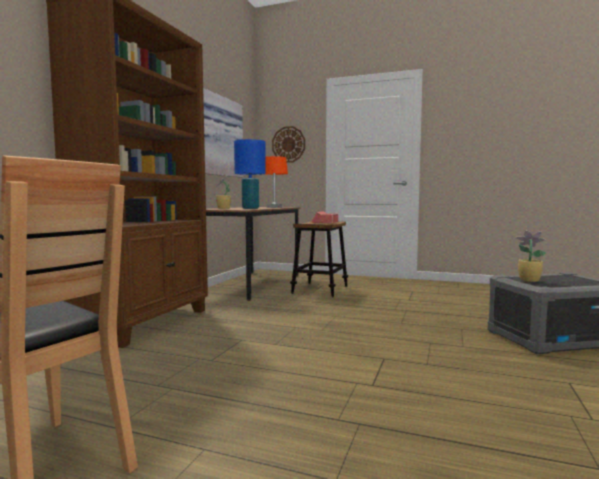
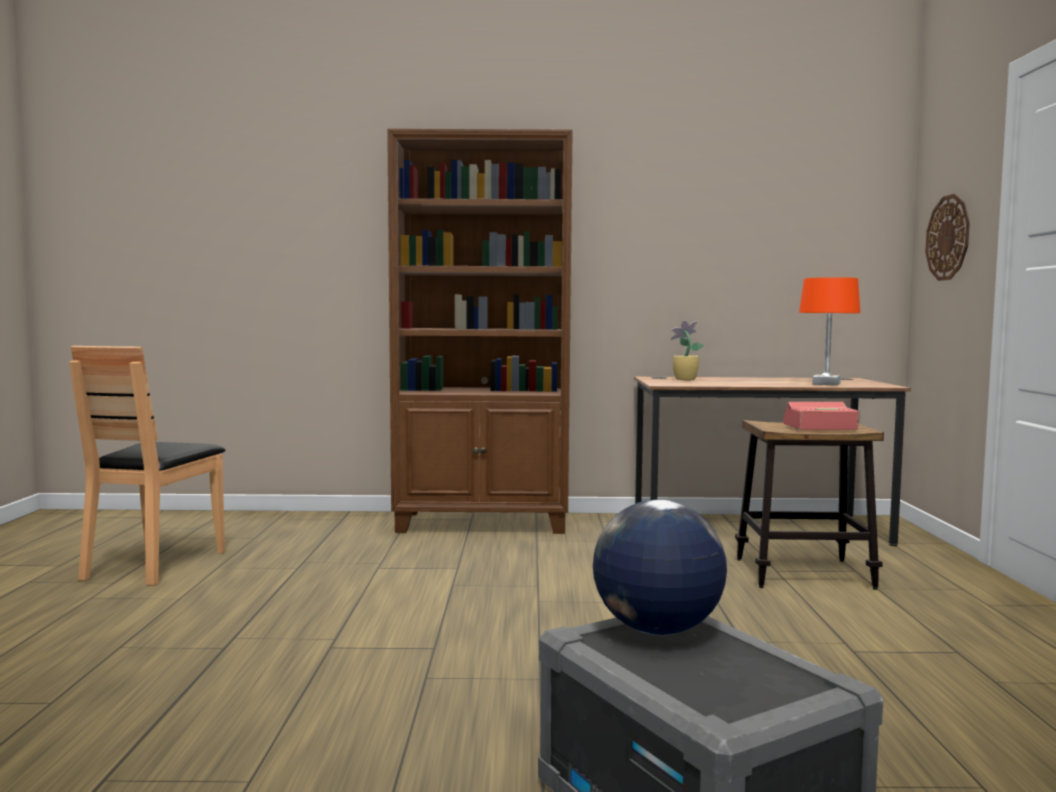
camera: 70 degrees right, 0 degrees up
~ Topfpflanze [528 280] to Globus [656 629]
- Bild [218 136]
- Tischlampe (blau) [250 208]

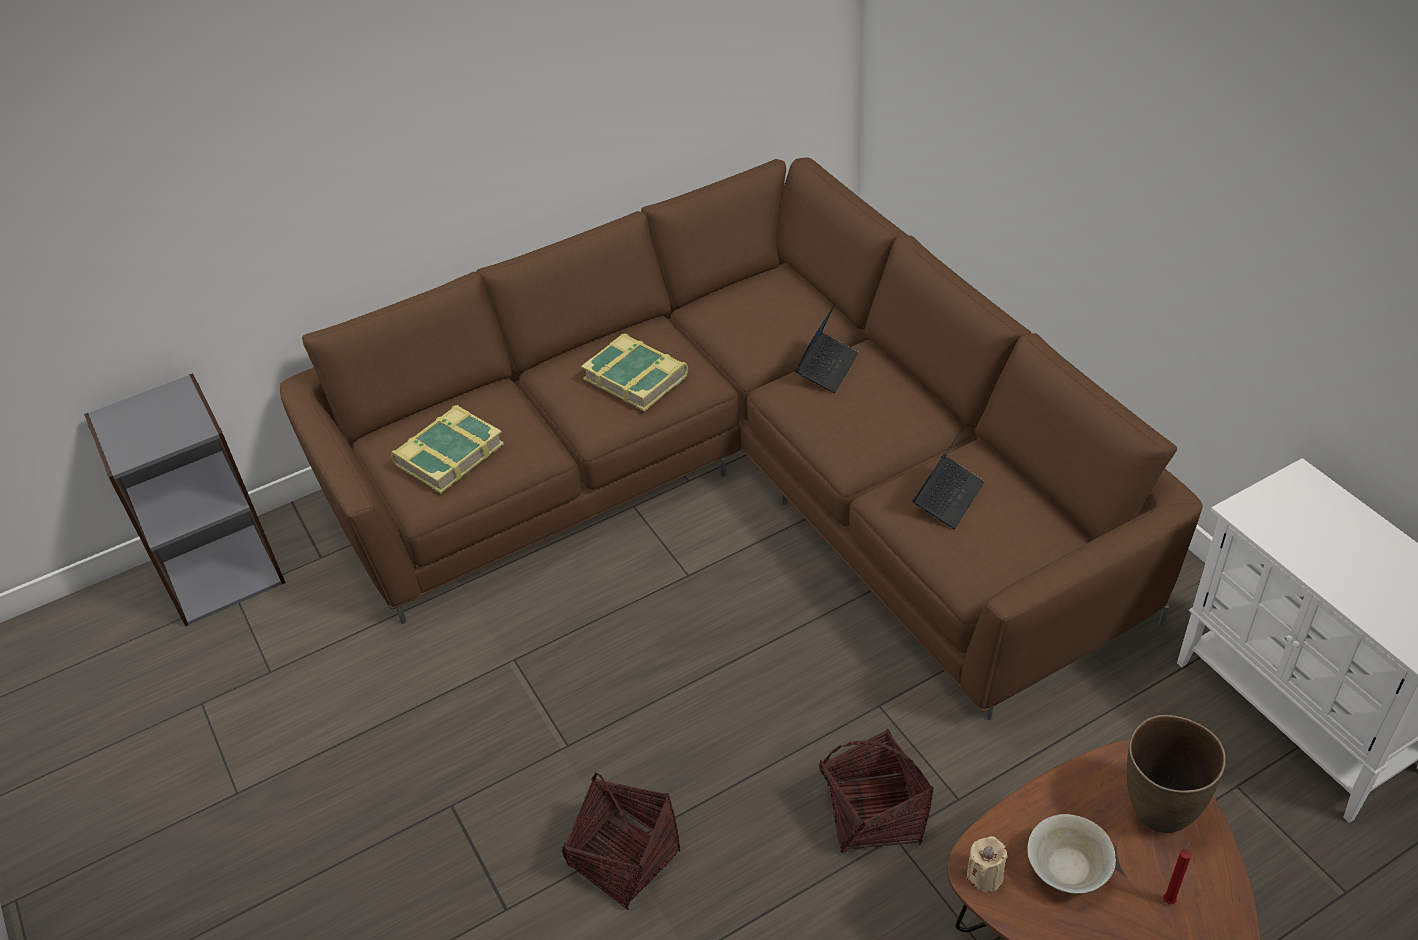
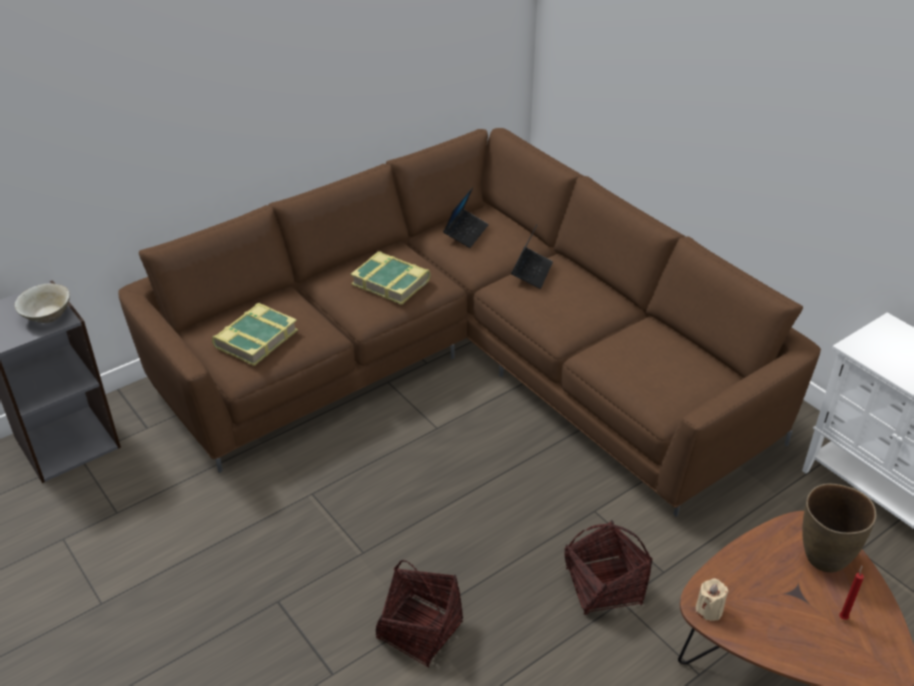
camera: 10 degrees left, 5 degrees down
~ Schüssel (beige) [1067 869] to [47 316]
~ Laptop [948 497] to [466 233]

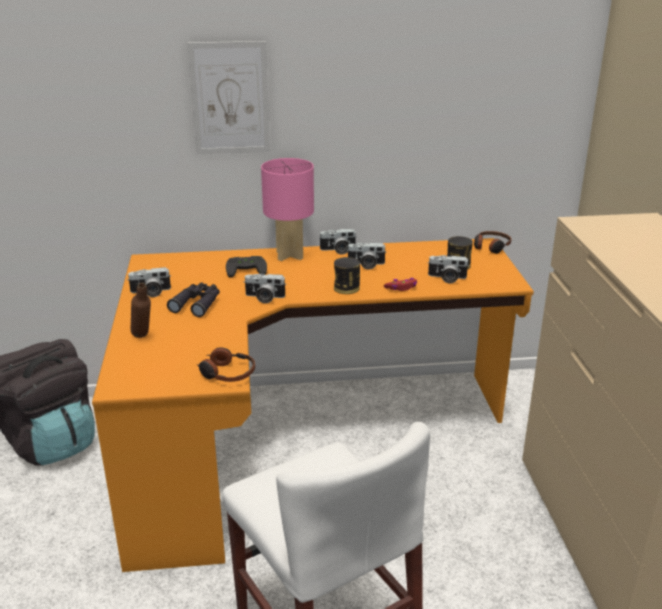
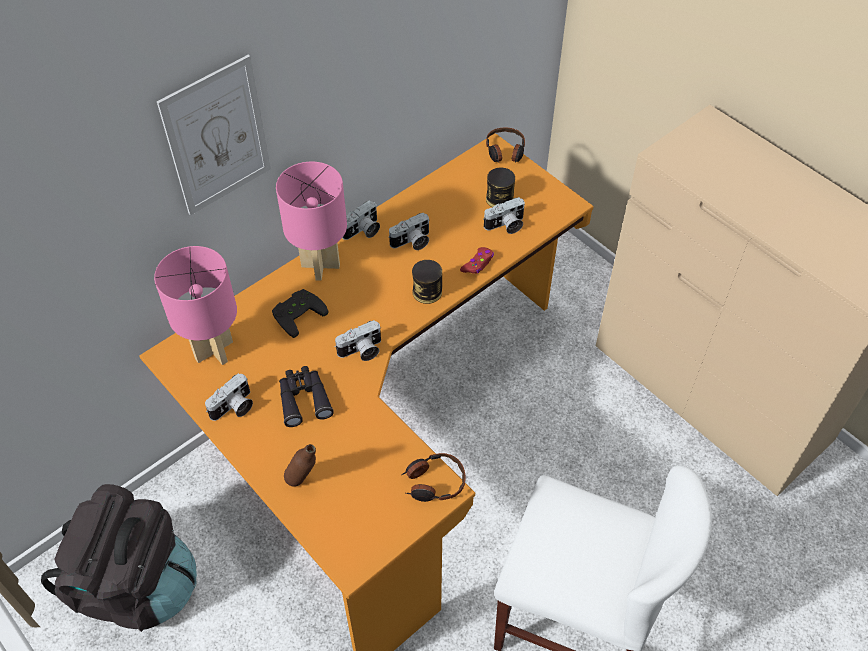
camera: 35 degrees left, 25 degrees up
+ Tischlampe (rosa) [215 351]

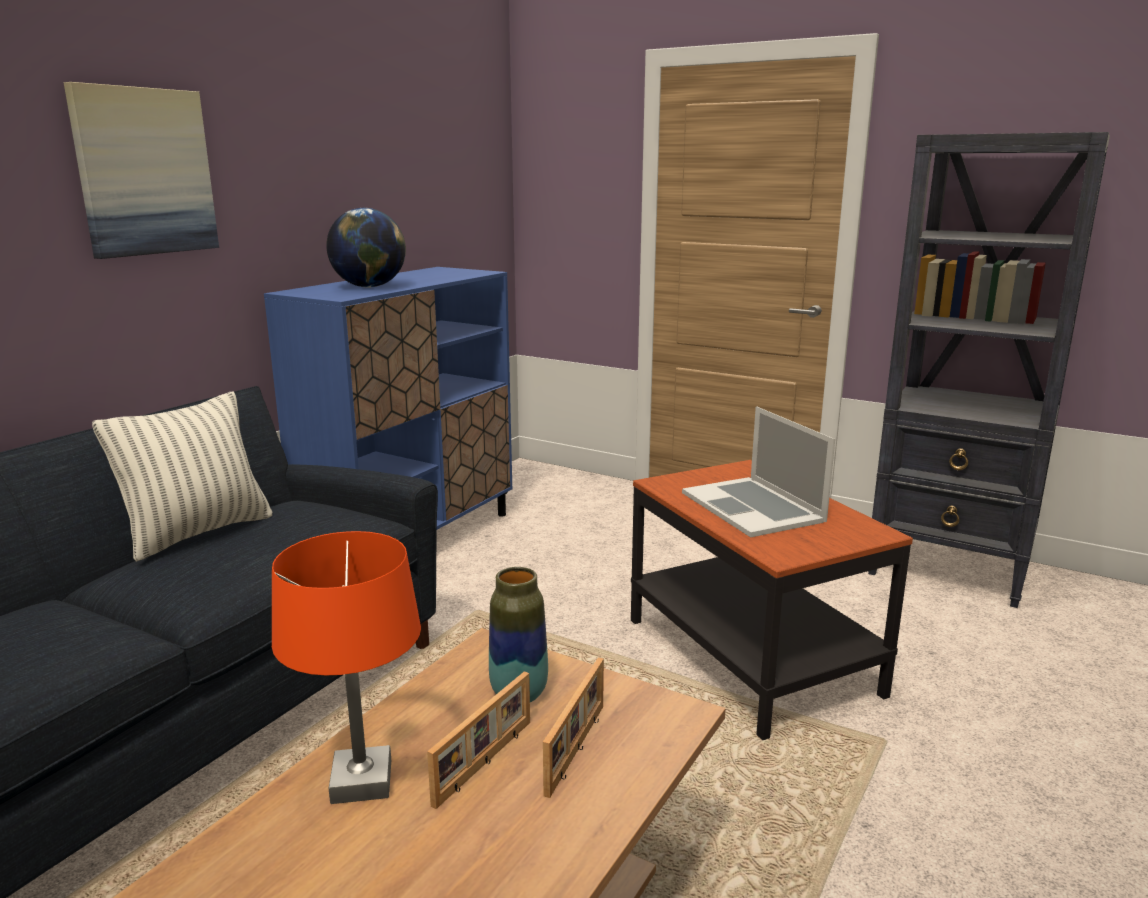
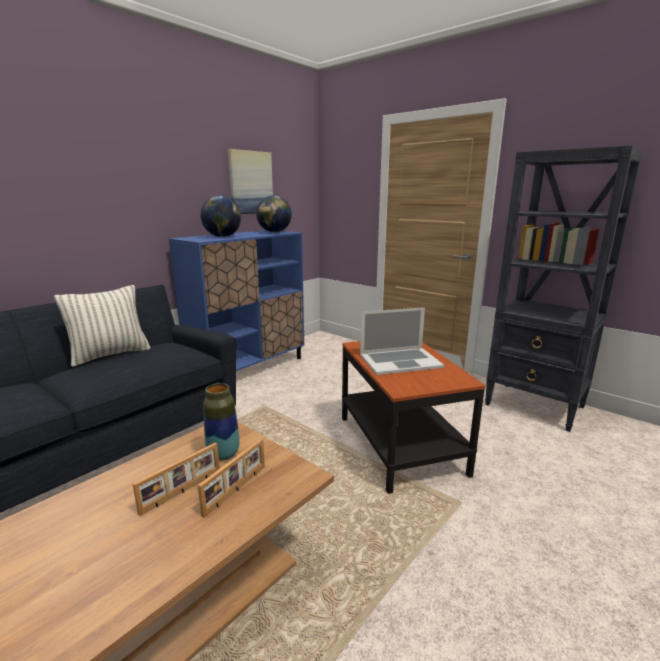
camera: 10 degrees right, 0 degrees up
~ Bild [144 172] to [250 182]
+ Globus [274 232]
~ Laptop [753 507] = [400 361] 90 degrees counterclockwise
- Tischlampe (orange) [362 782]

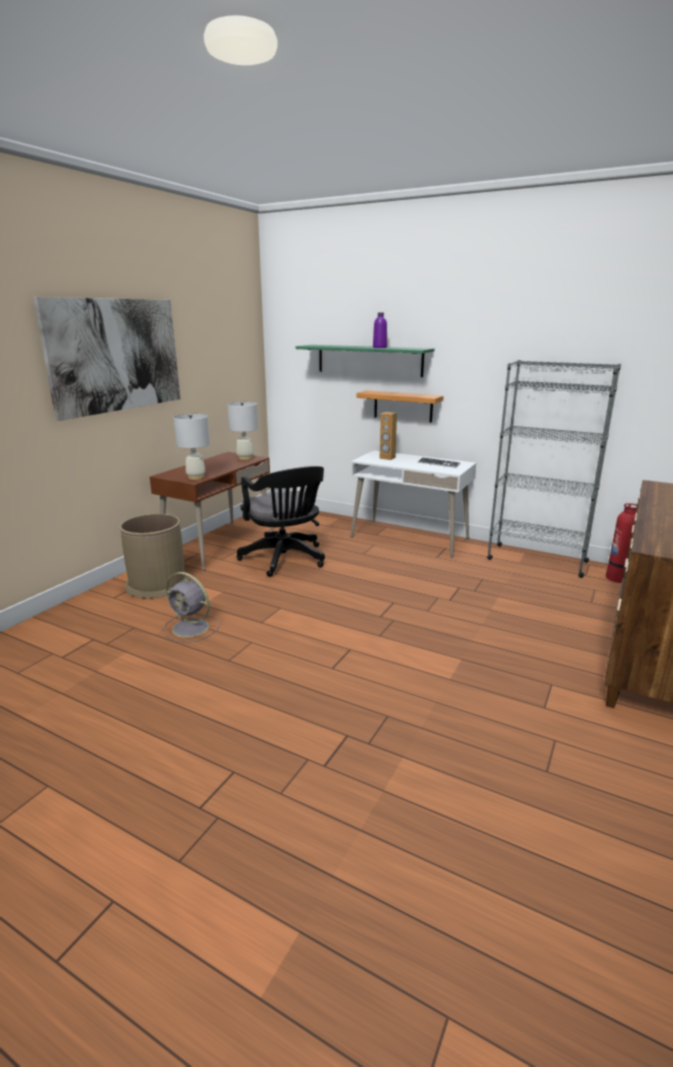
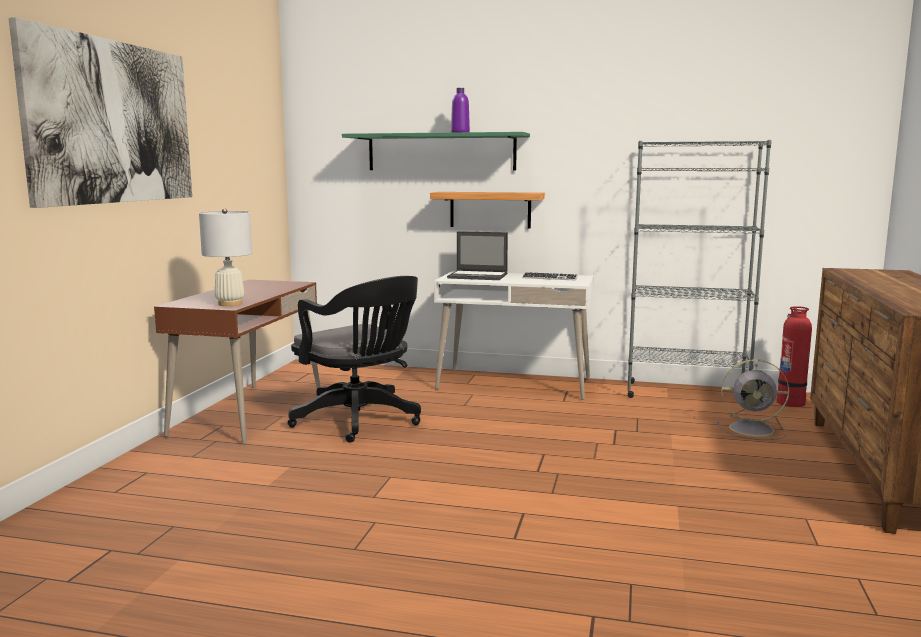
camera: 15 degrees left, 10 degrees down
~ Lautsprecher (braun) [387 458] to Laptop [478 276]
~ Ventilator (grau) [192 628] to [753 429]
- Mülleimer (braun) [158 583]
- Tischlampe (weiß) [245 458]

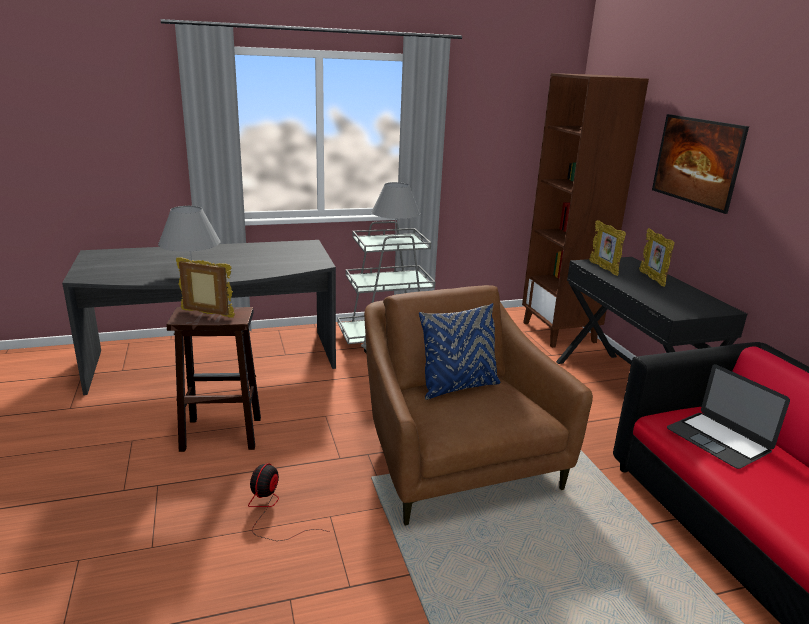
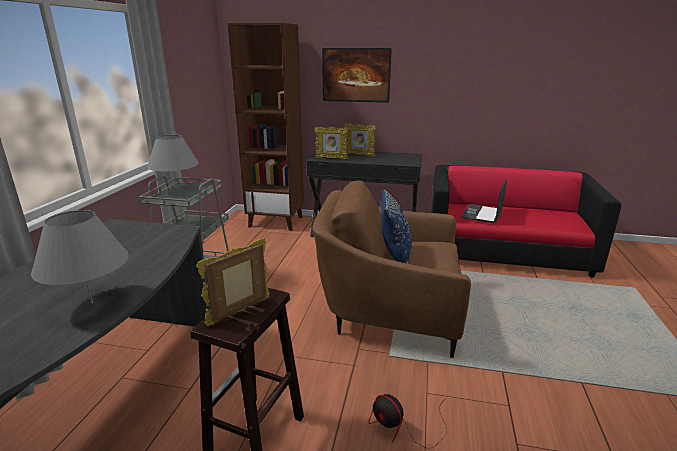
camera: 60 degrees left, 0 degrees up
~ Laptop [718 439] = [482 214] 120 degrees clockwise

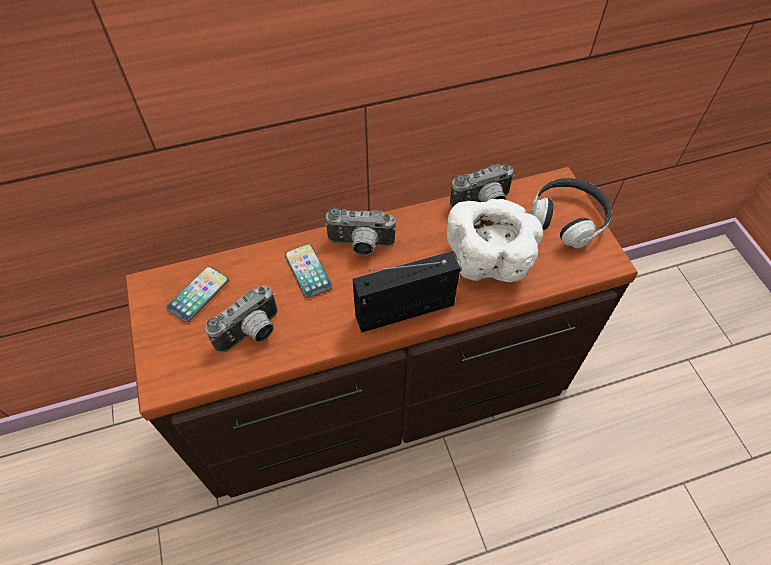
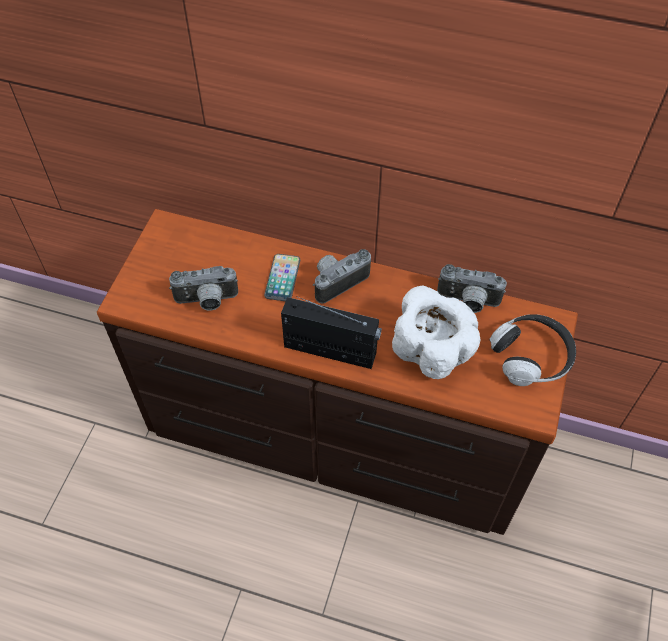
camera: 35 degrees right, 0 degrees up
~ Kamera [360 246] = [337 281] 105 degrees clockwise
- Handy [198 294]

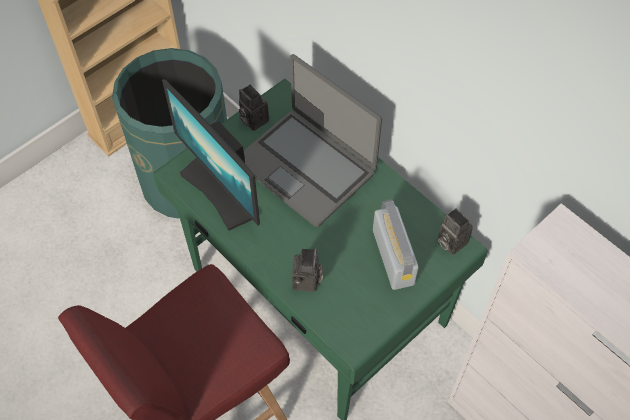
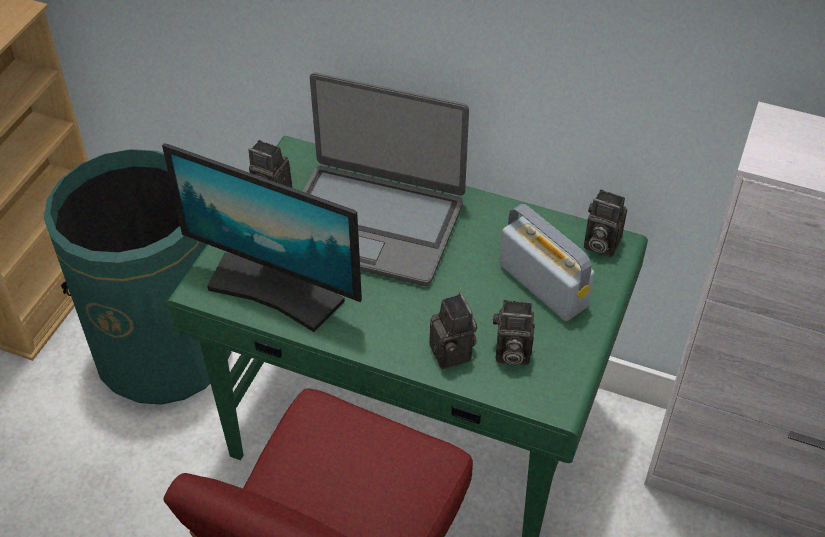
camera: 25 degrees left, 10 degrees down
+ Kamera [510 353]

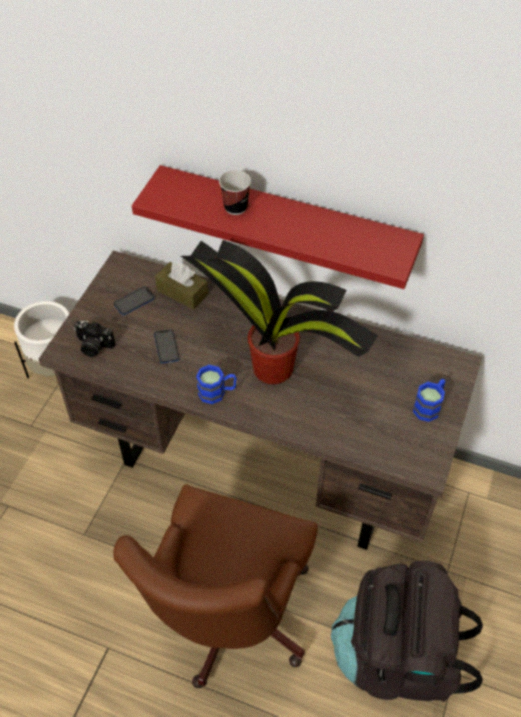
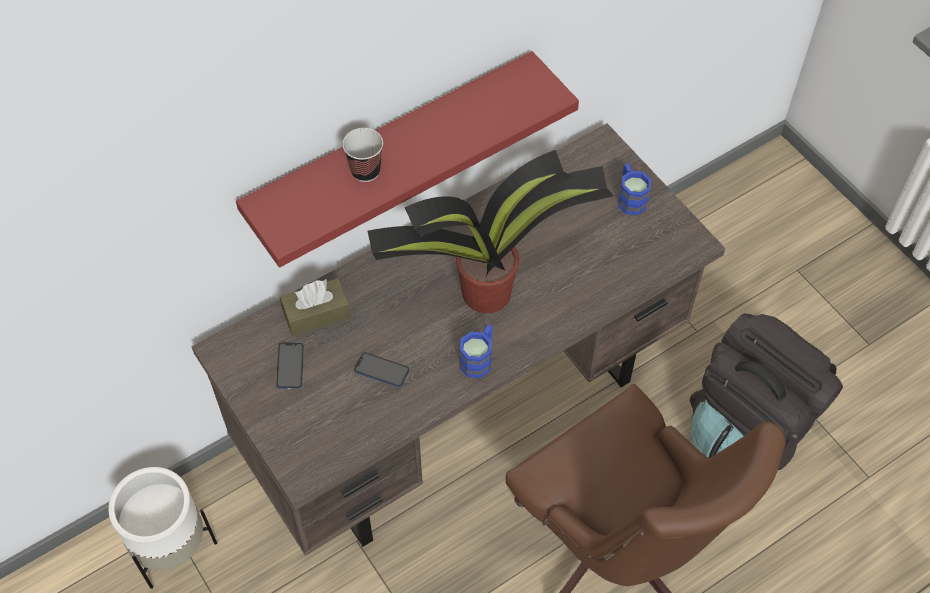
camera: 55 degrees left, 5 degrees up
- Kamera [93 346]

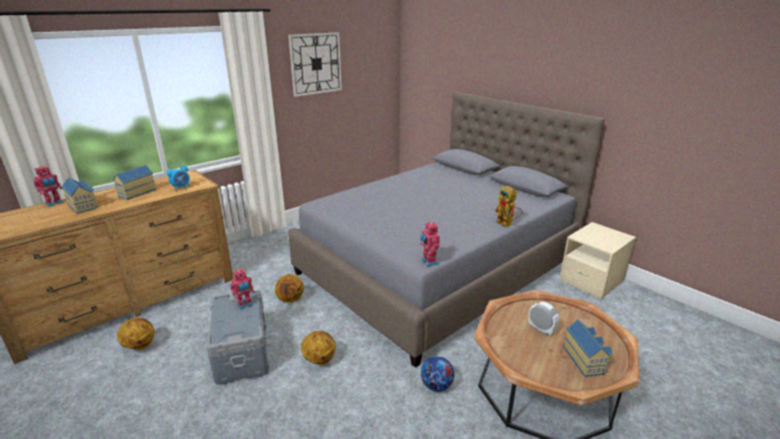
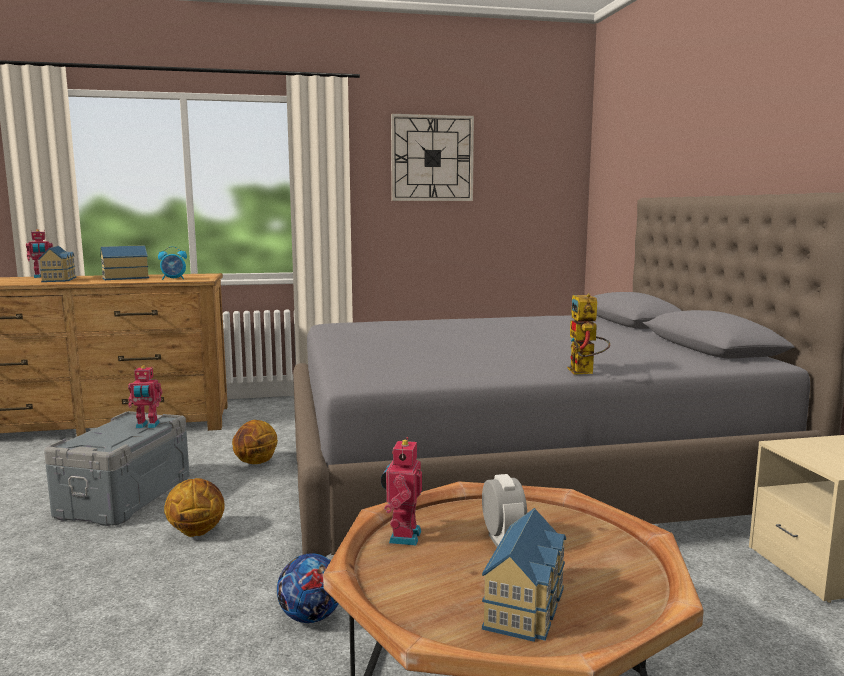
camera: 30 degrees right, 15 degrees down
~ Spielzeugroboter [428 262] to [402 536]
- Basketball [139 346]

